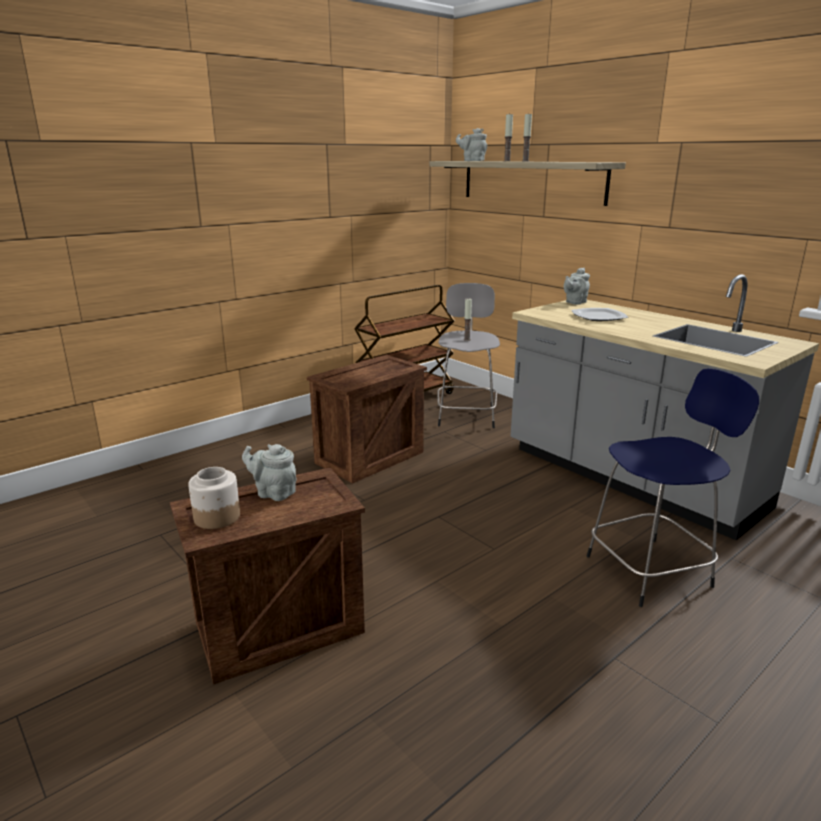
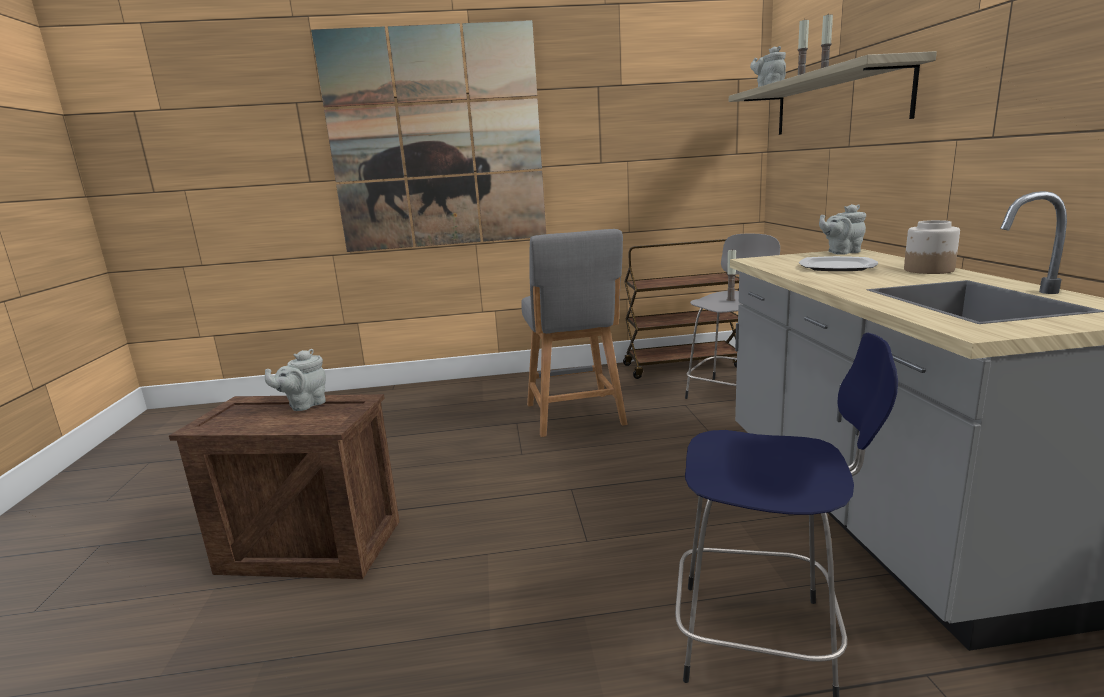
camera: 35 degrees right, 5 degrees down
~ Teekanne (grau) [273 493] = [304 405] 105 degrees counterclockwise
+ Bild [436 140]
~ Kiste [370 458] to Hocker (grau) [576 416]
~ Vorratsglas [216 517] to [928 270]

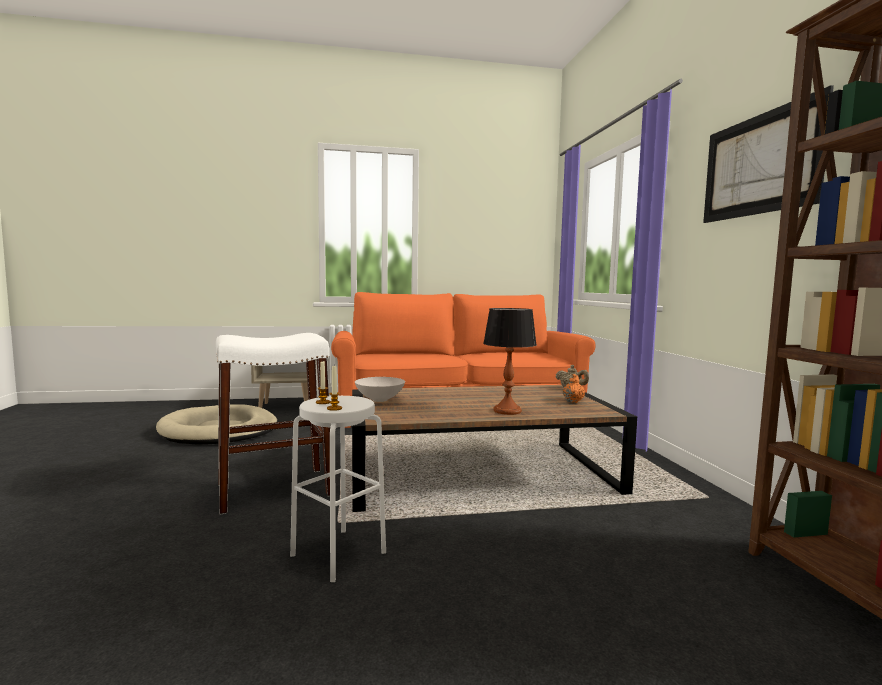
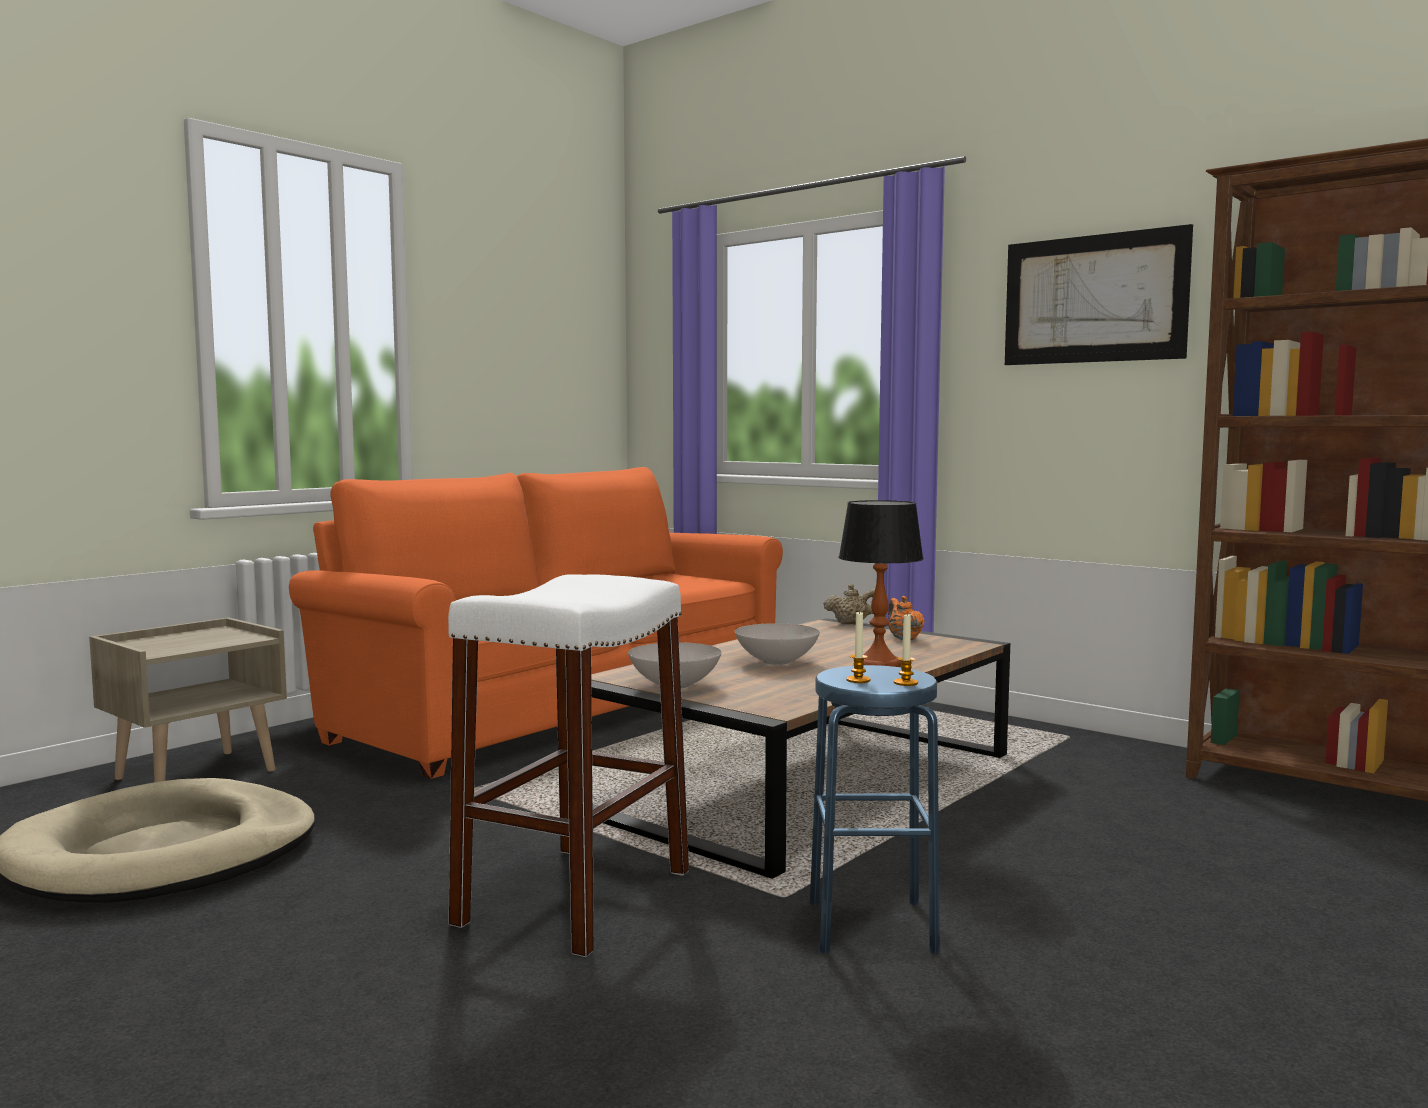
camera: 40 degrees left, 0 degrees up
+ Schüssel (weiß) [778 662]
~ Hocker (weiß) [338 553] to Hocker (blau) [871 926]

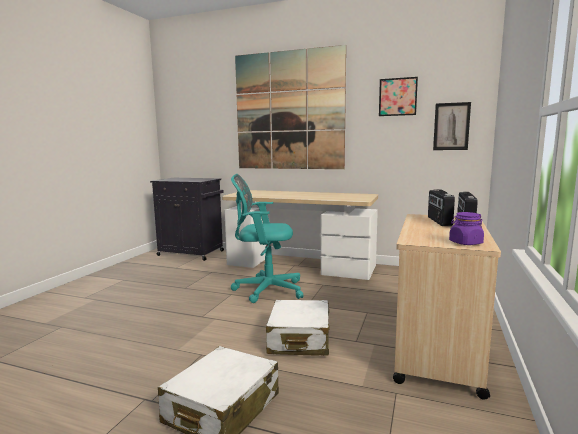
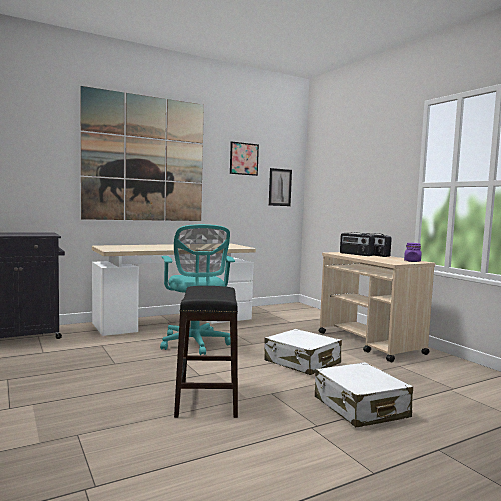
camera: 50 degrees left, 5 degrees down
~ Bürostuhl (türkis) [265 289] = [195 344] 60 degrees counterclockwise
+ Hocker (schwarz) [206 399]

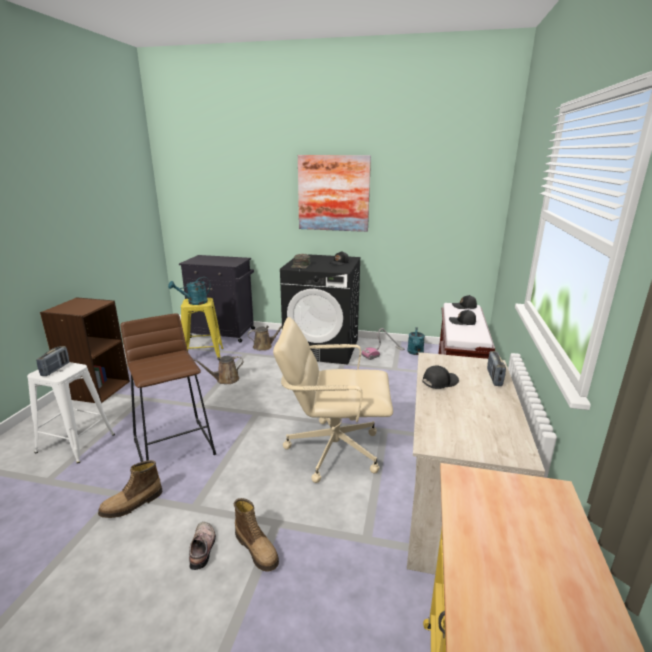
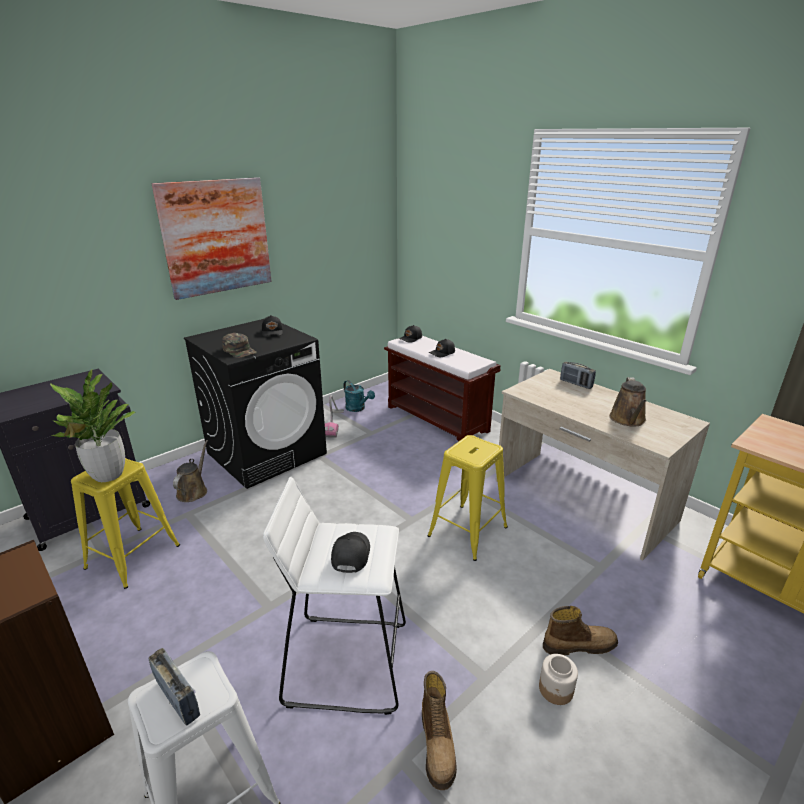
camera: 55 degrees left, 5 degrees up
~ Gießkanne (türkis) [194 302] to Topfpflanze [108 475]
~ Hocker (braun) [175 446] to Hocker (weiß) [346 661]
~ Kappe (schwarz) [439 382] to [350 555]
~ Bürostuhl (beige) [333 449] to Hocker (gelb) [467 531]
~ Schuh [203 548] to Vorratsglas [556 689]
~ Gießkanne (braun) [225 380] to [628 420]

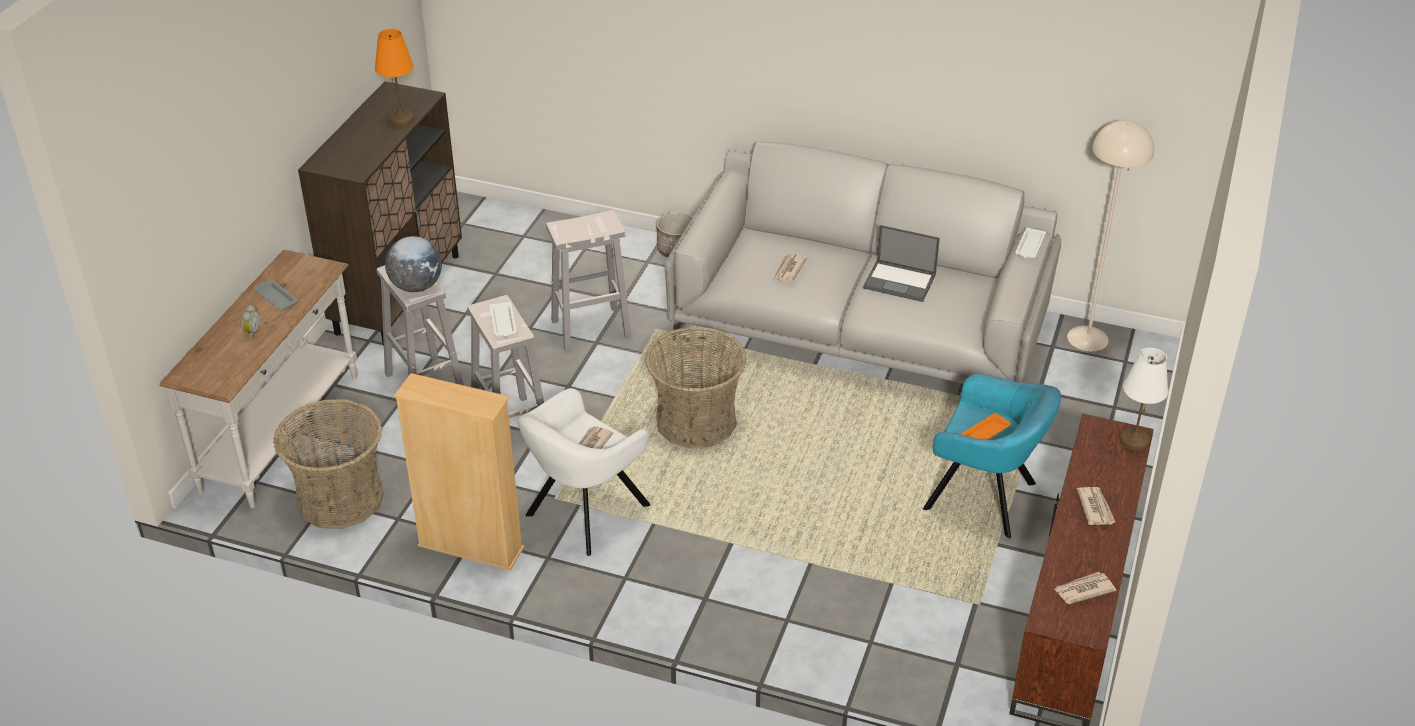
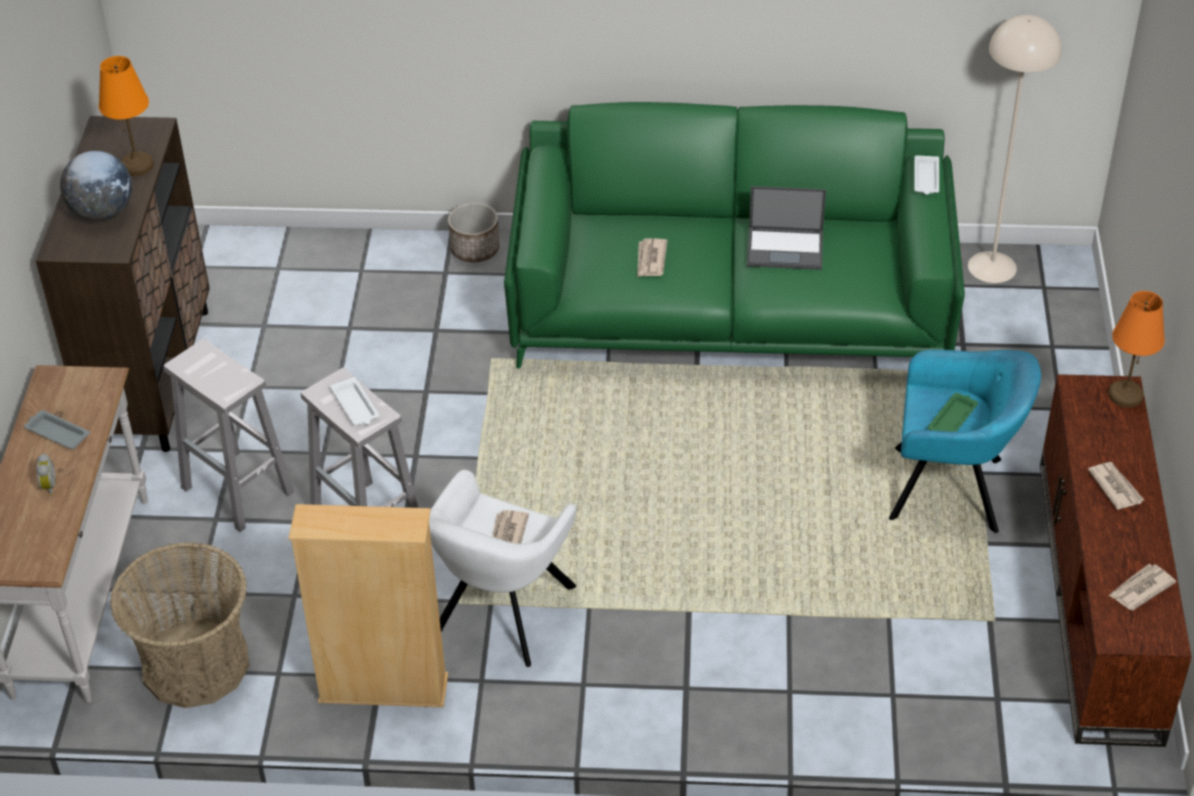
camera: 15 degrees left, 5 degrees up
~ Globus [416 286] to [102 213]
~ Sofa (grau) [860 329] to Sofa (grün) [732 308]
~ Tablett (orange) [986 432] to Tablett (grün) [953 418]
~ Tischlampe (weiß) [1133 440] to Tischlampe (orange) [1124 395]
- Hocker (weiß) [589 329]
- Korb [696 422]

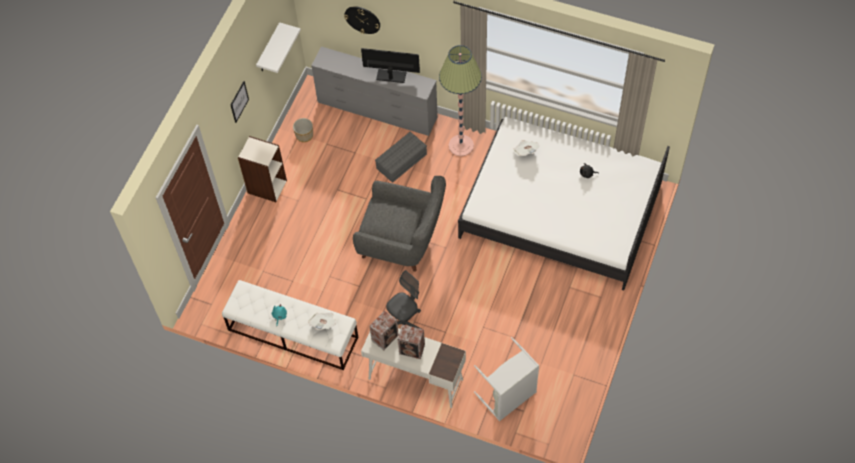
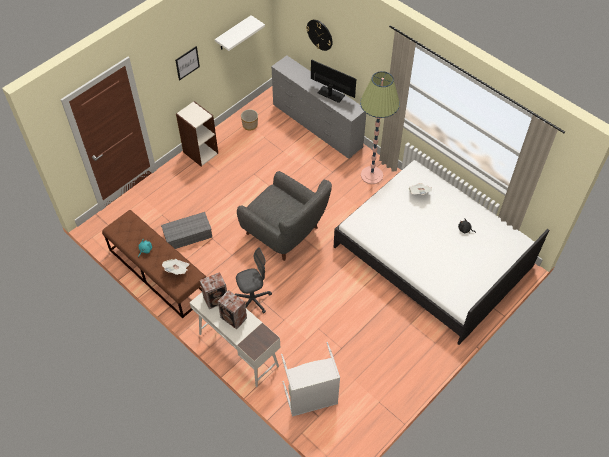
camera: 20 degrees right, 5 degrees down
~ Bank (weiß) [292 333] to Bank (braun) [158 272]
~ Aufbewahrungsbox (grau) [401 160] to [188 234]

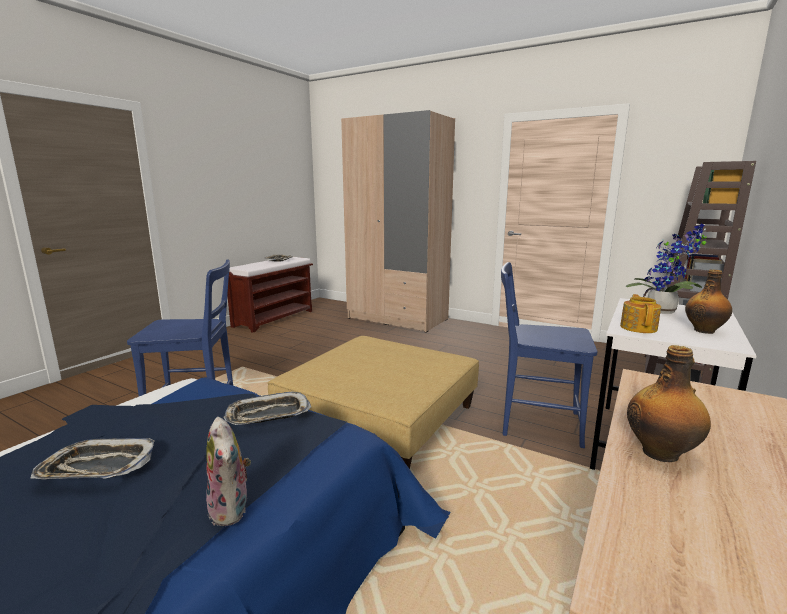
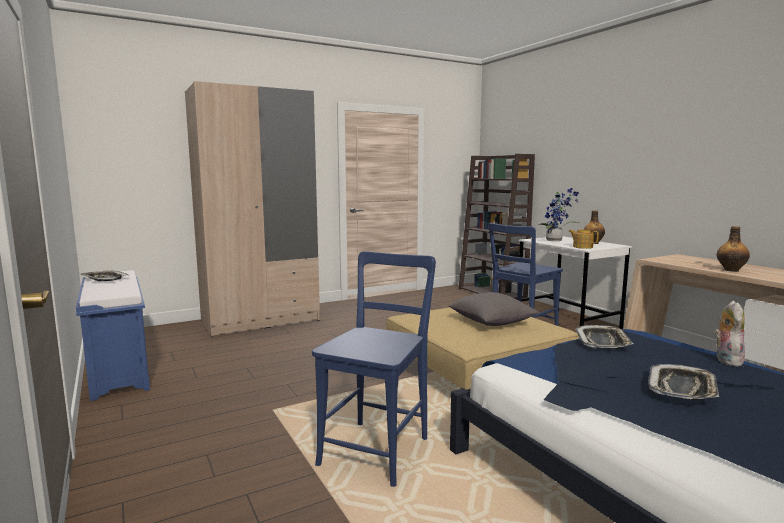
camera: 60 degrees left, 5 degrees down
~ Bank (braun) [274 318] to Bank (blau) [118 370]
+ Kissen (grau) [491 322]
~ Plüschtier [232 509] = [726 360] 75 degrees counterclockwise

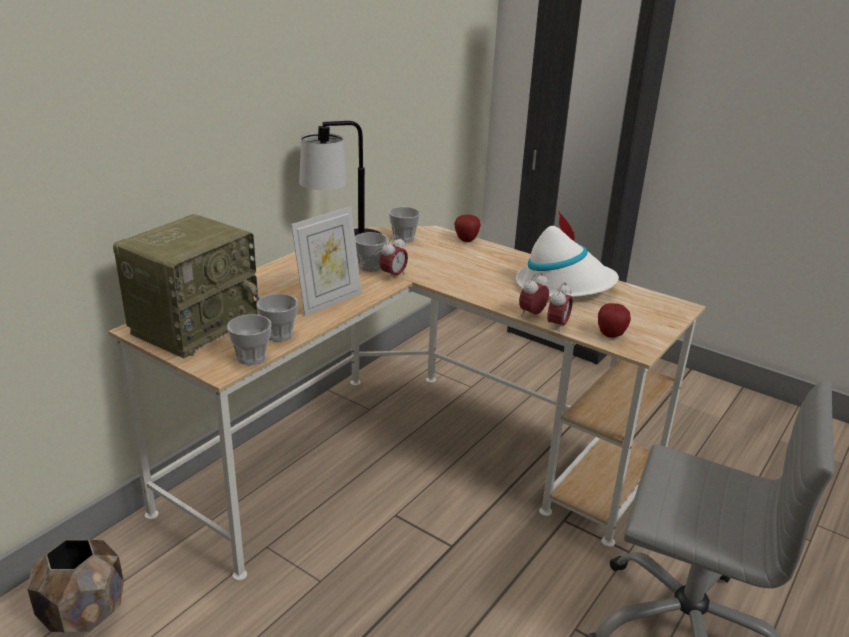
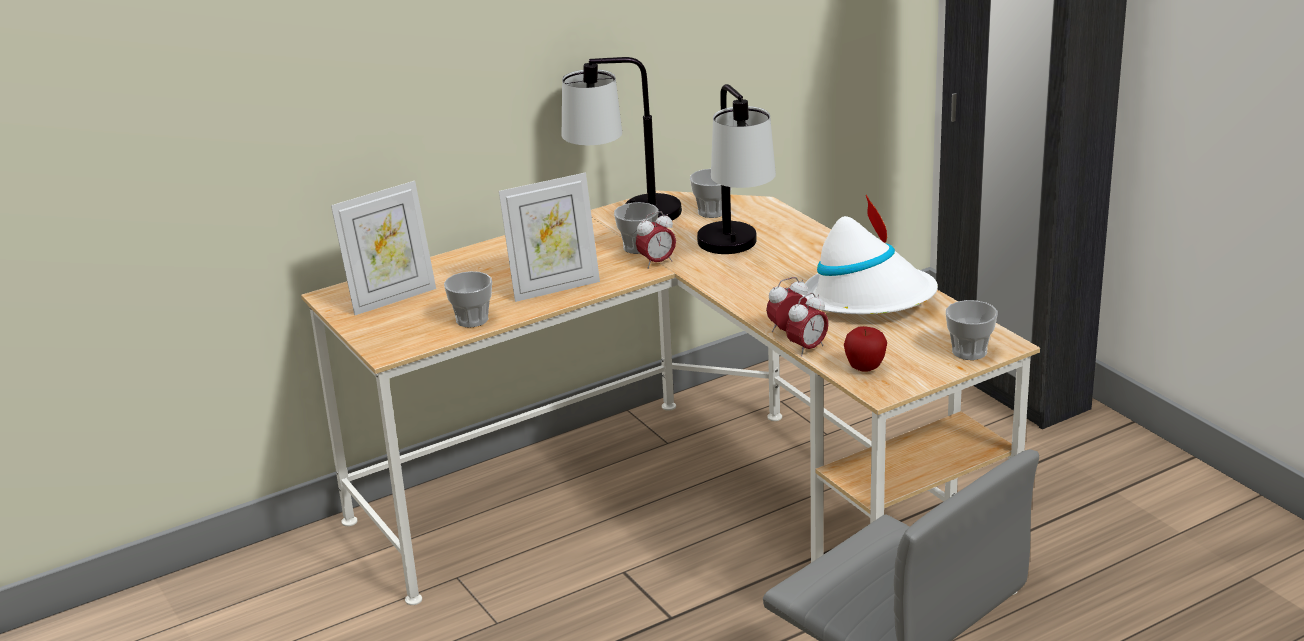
camera: 25 degrees right, 0 degrees up
~ Radio [195 325] to Bilderrahmen [391 298]
+ Tischlampe [737 253]
~ Tasse [251 357] to [969 351]
- Pflanzkübel (braun) [85 613]
- Apfel [466 240]

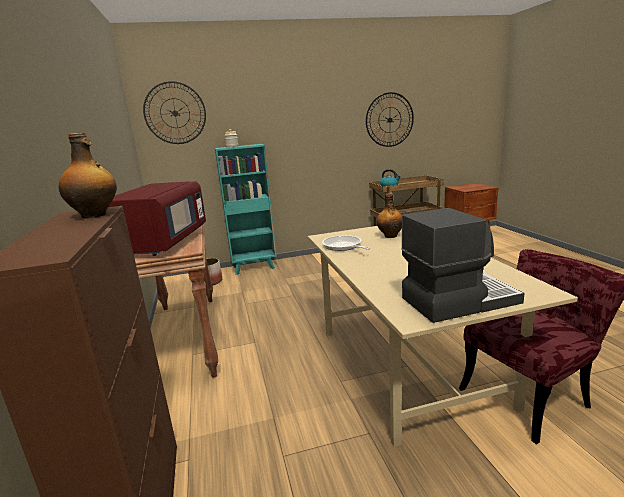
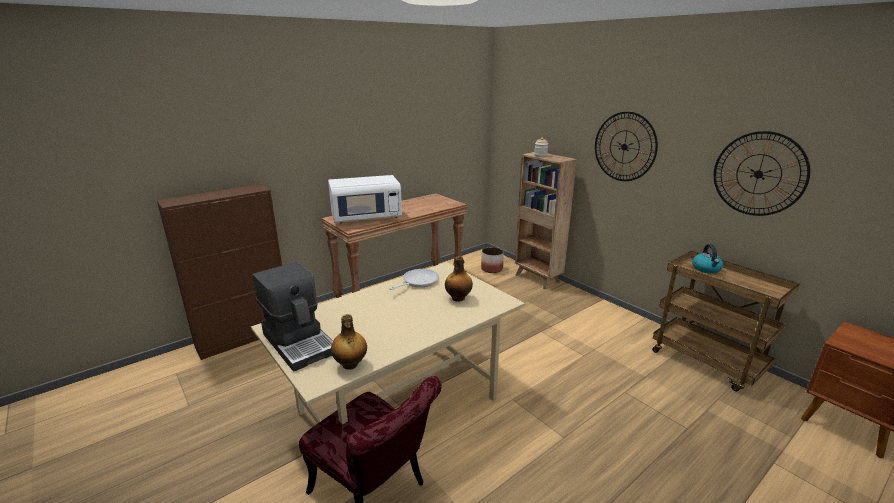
camera: 65 degrees right, 5 degrees up
~ Mikrowelle (rot) [163 243] to Mikrowelle (weiß) [366 218]
~ Flasche [95 215] to [350 365]
~ Bücherregal (türkis) [255 267] to Bücherregal (braun) [538 279]
~ Wanduhr [175 113] to [624 147]

